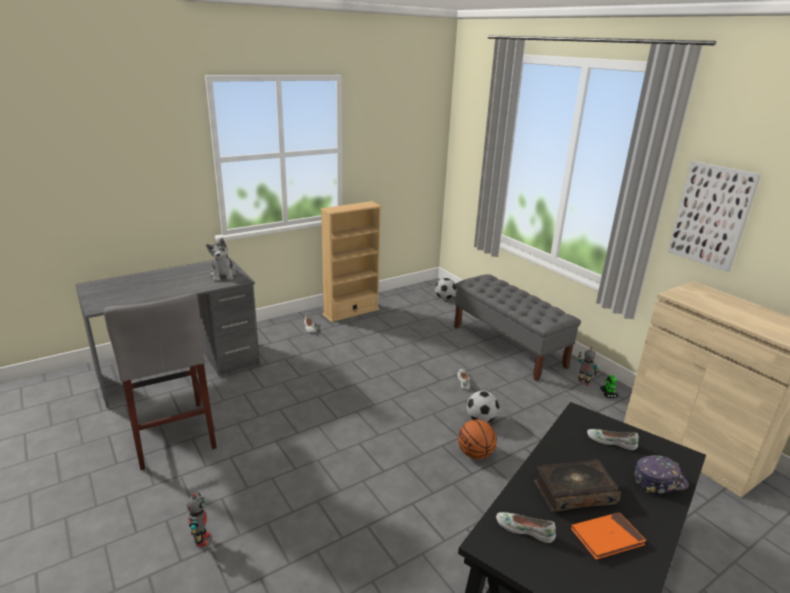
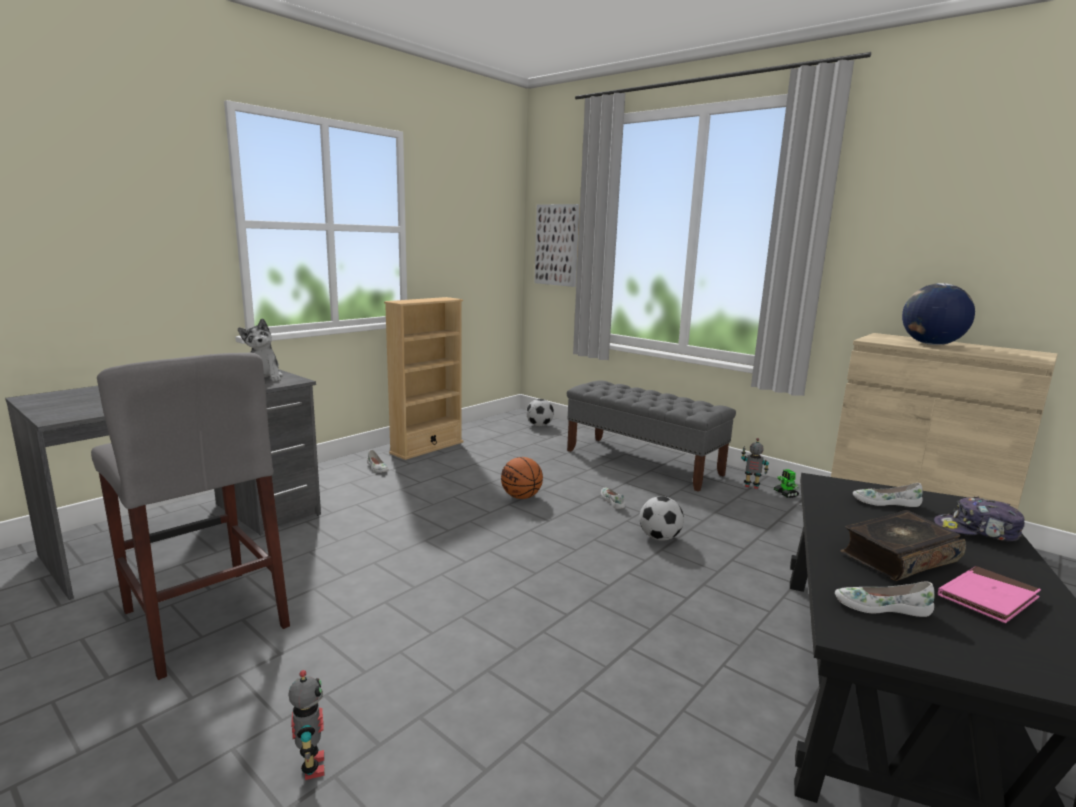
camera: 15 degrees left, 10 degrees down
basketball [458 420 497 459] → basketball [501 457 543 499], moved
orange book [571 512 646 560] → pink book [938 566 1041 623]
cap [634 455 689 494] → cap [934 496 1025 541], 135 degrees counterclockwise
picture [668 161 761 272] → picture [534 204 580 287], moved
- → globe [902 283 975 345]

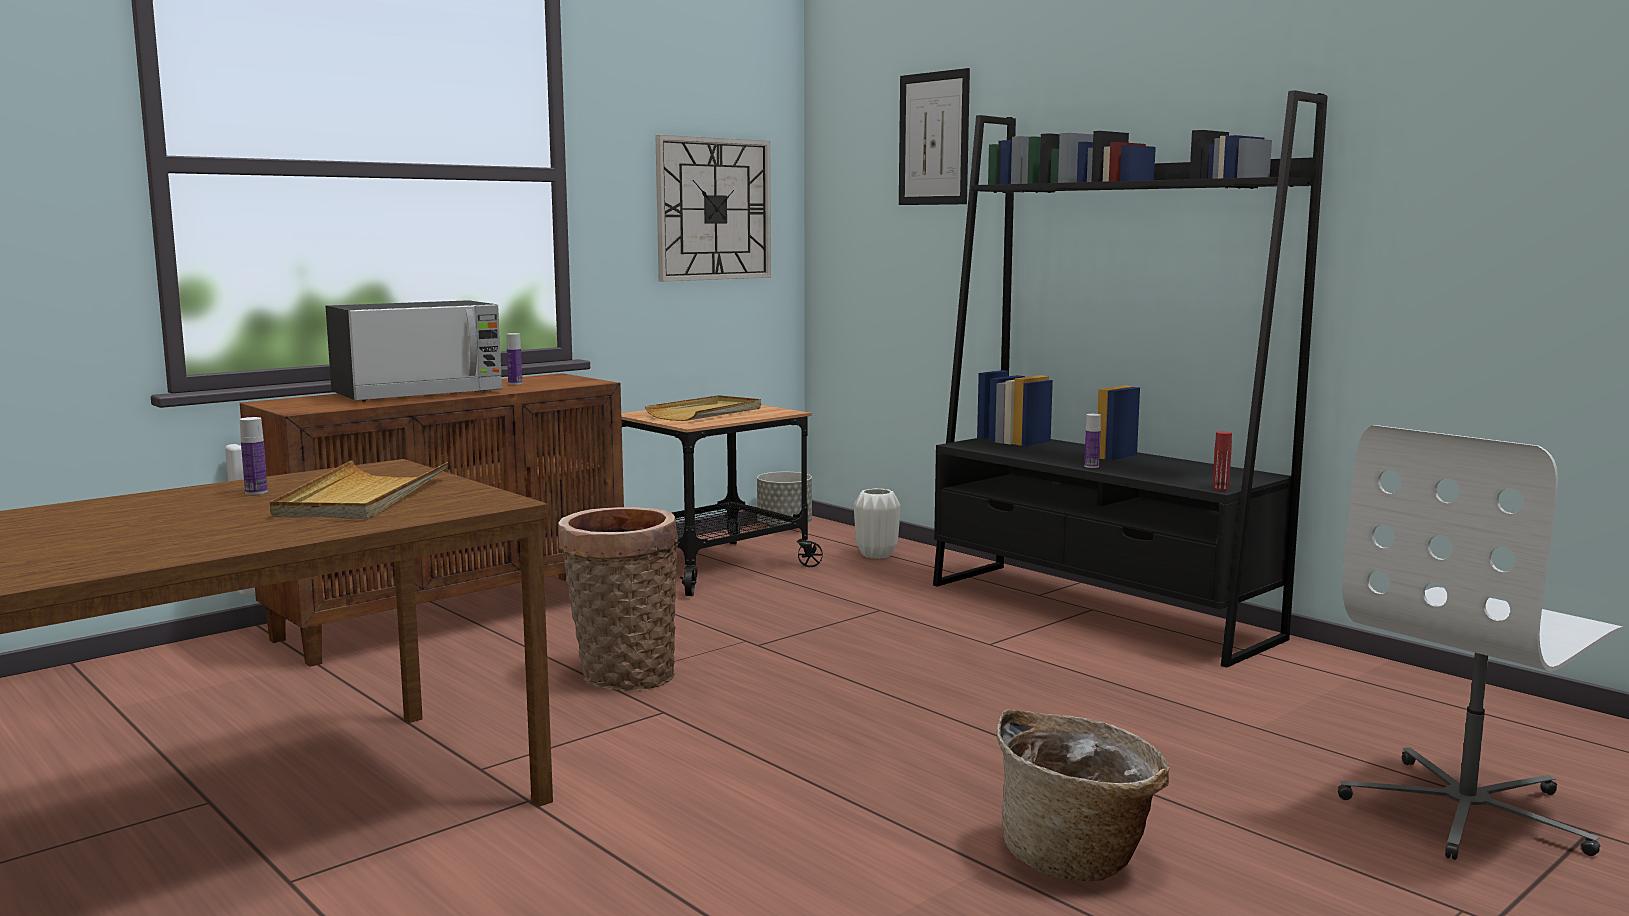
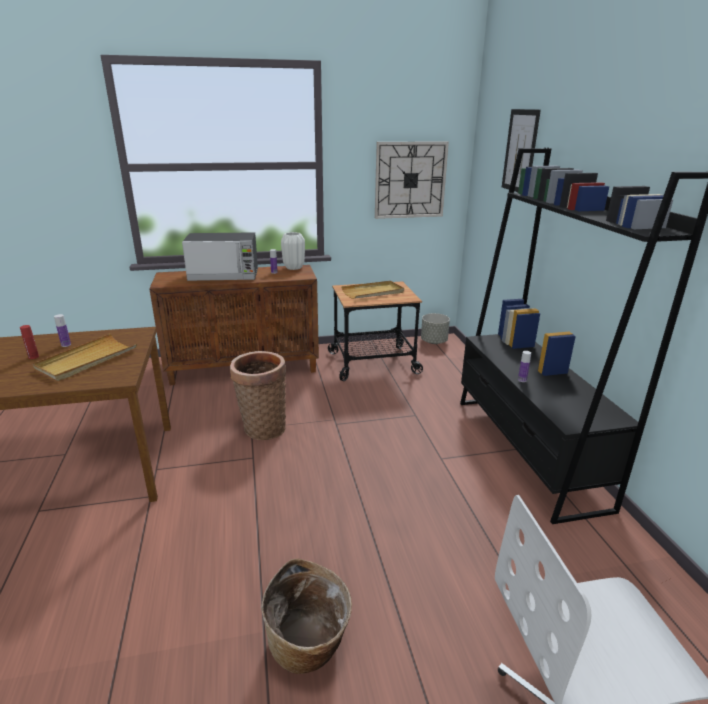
camera: 30 degrees right, 15 degrees up
white vase [854 488 900 559] → white vase [281 232 305 270], moved
red bottle [1212 431 1232 491] → red bottle [20 325 39 359], moved

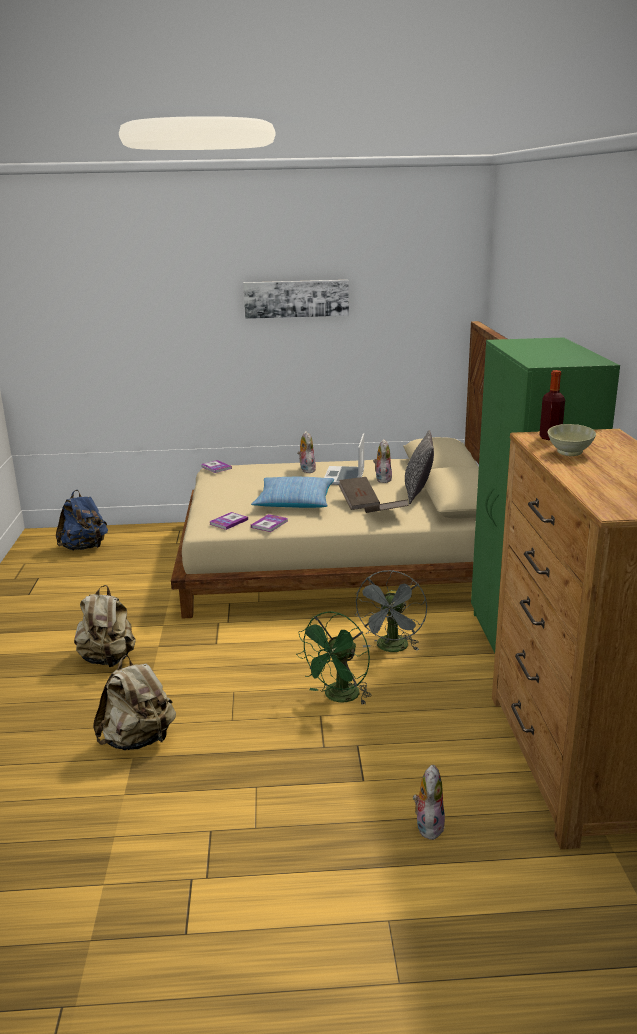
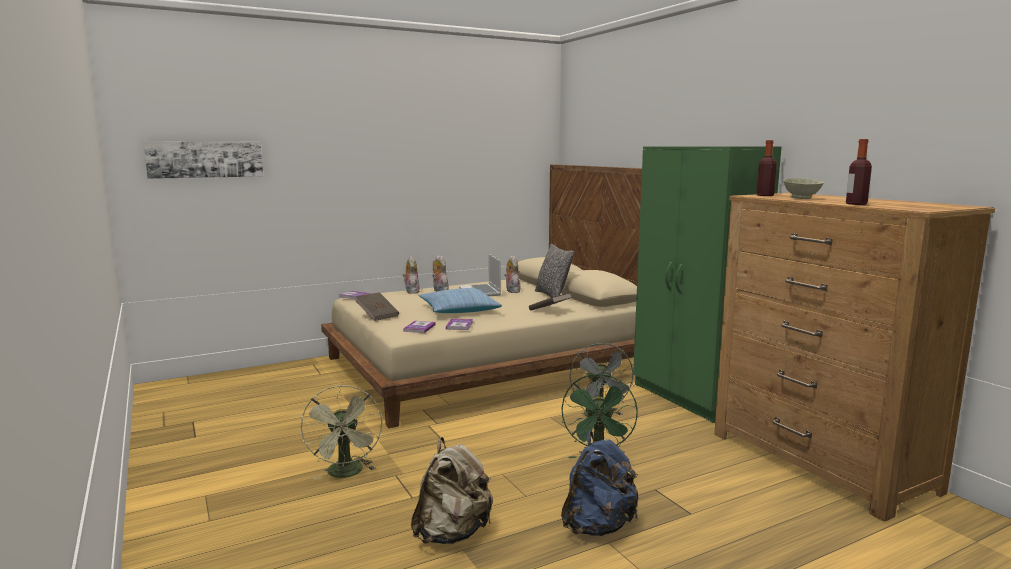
camera: 25 degrees left, 10 degrees down
blue backpack [56 490 108 550] → blue backpack [561 431 638 536], moved
beige backpack [74 585 136 667] → green fan [301 385 382 480]
picture [243 280 349 319] → picture [143 141 263 179], moved
brown book [338 477 380 510] → brown book [356 292 399 321], moved
plush toy [413 765 445 840] → plush toy [403 256 420 294], moved
- → bottle [846 139 872 205]

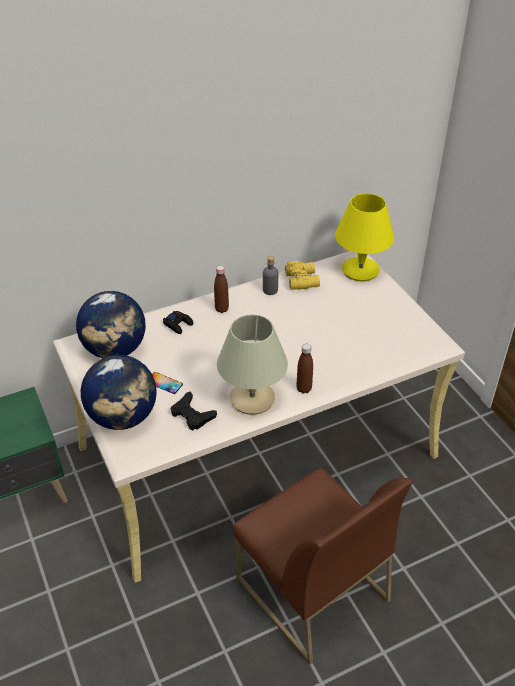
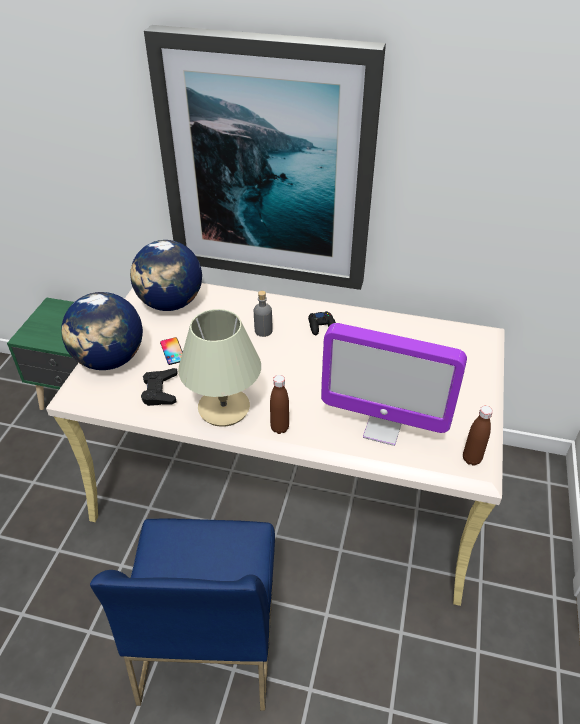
camera: 40 degrees right, 0 degrees up
black game controller [163 311 193 334] → black game controller [308 311 336 335], moved
brown bottle [214 265 229 313] → brown bottle [463 406 493 466], moved
brown chair [233 468 413 665] → blue chair [90 519 275 711]
grey bottle [263 256 278 295] → grey bottle [254 291 273 337], moved
yellow binoculars [285 261 320 290] → -
yellow table lamp [335 193 394 282] → -
- → picture [144 25 386 290]
- → monitor [321 323 467 446]

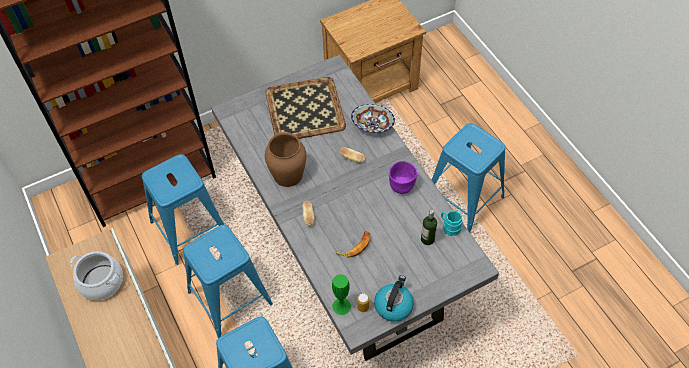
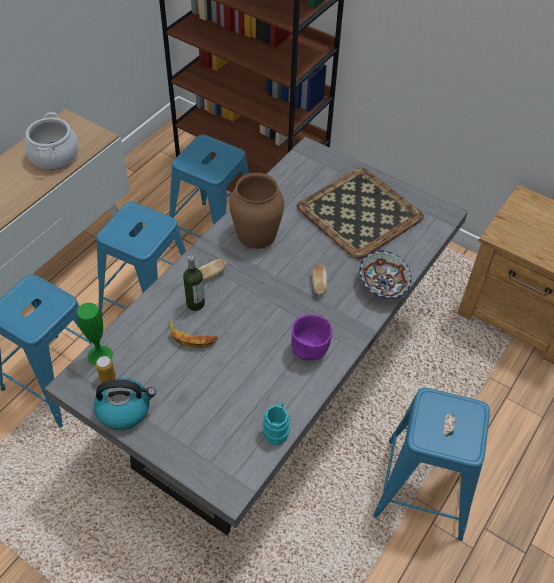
camera: 60 degrees right, 5 degrees down
bottle [421 210 437 245] → bottle [183 255 205 311], moved

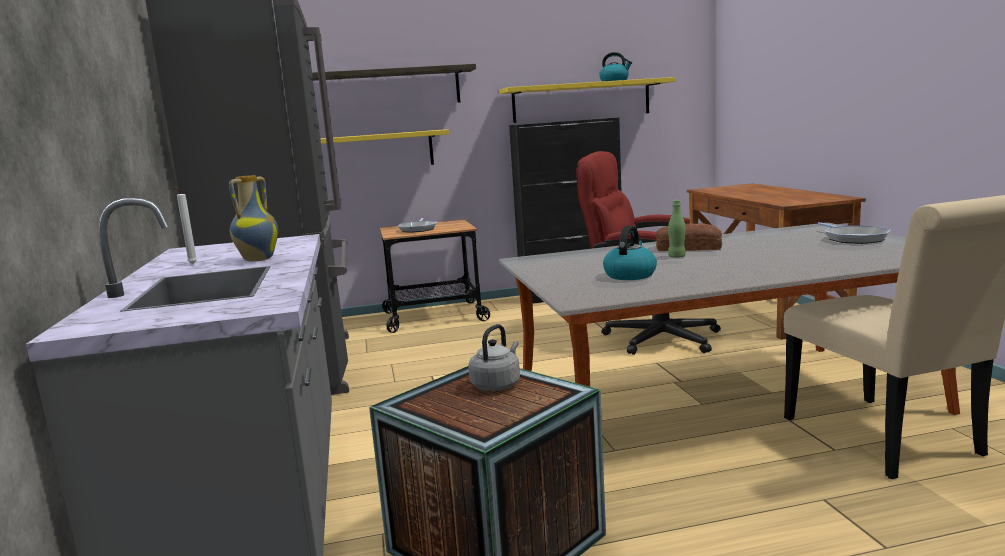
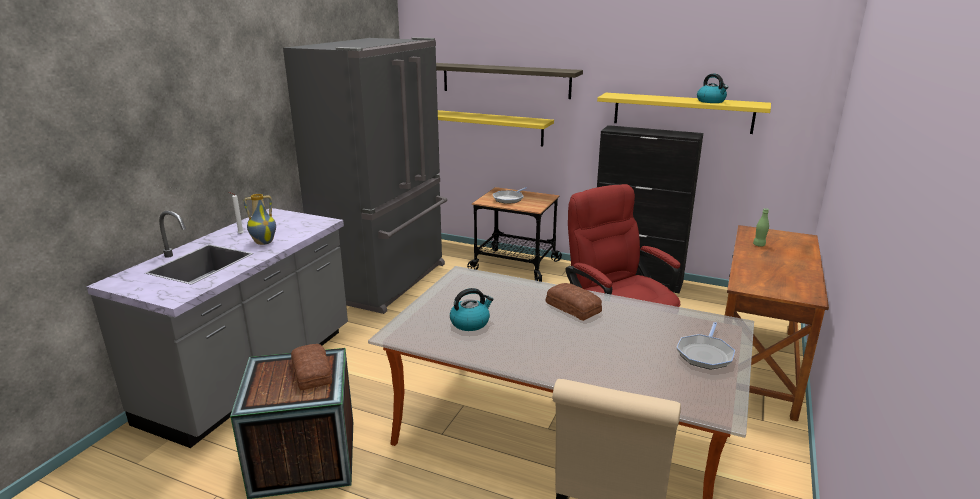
camera: 35 degrees right, 10 degrees up
grey kettle [468 324 520 391] → bread [291 344 332 390]
green bottle [668 200 686 258] → green bottle [753 208 769 247], moved

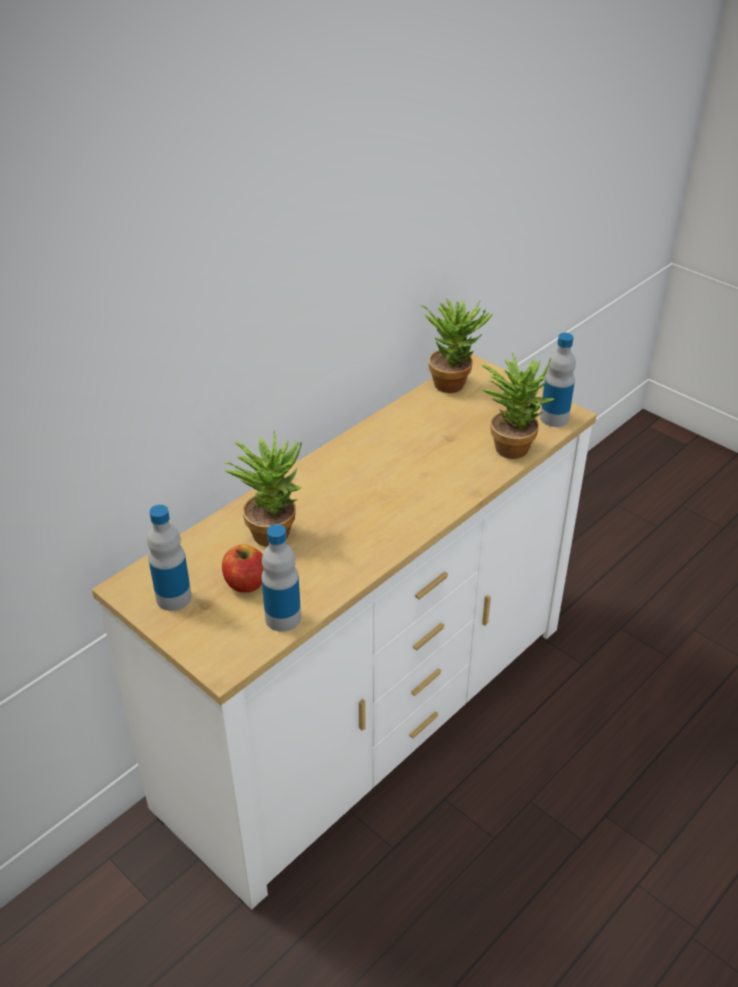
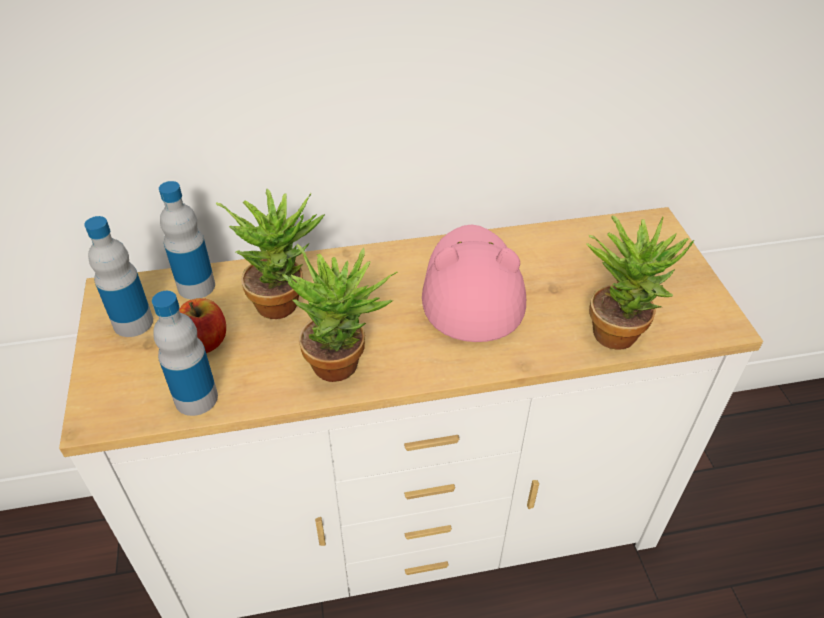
camera: 35 degrees right, 5 degrees up
potted plant [420 299 492 393] → potted plant [282 244 397 382], moved
bottle [540 333 576 427] → bottle [159 181 215 299], moved
- → pink hat [422 224 526 342]

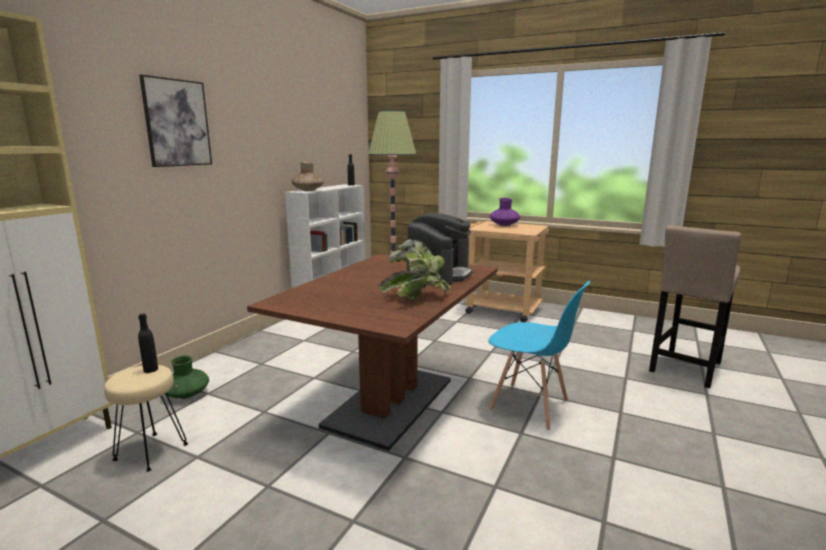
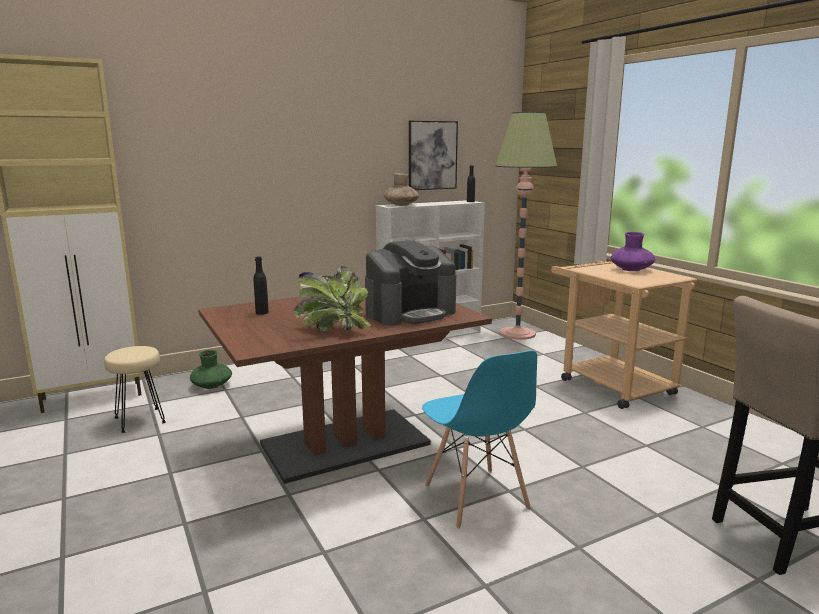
camera: 35 degrees right, 0 degrees up
black bottle [138 314 158 373] → black bottle [253 256 269 315], moved
picture [139 75 212 167] → picture [409 121 458 190], moved

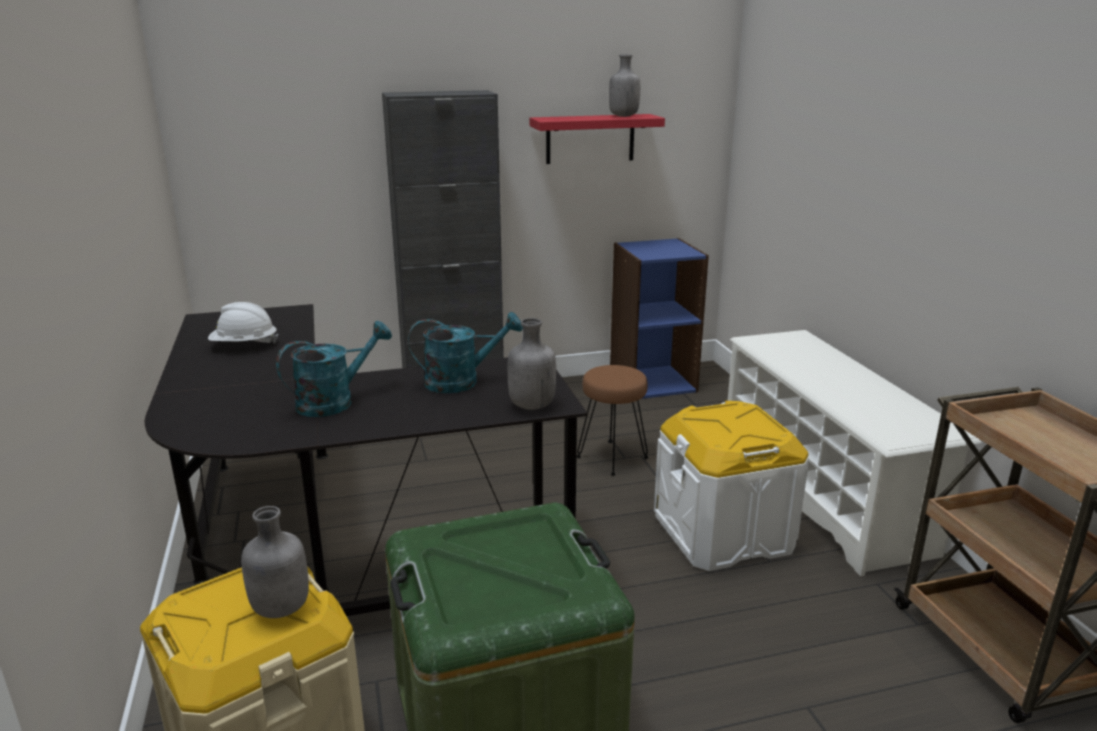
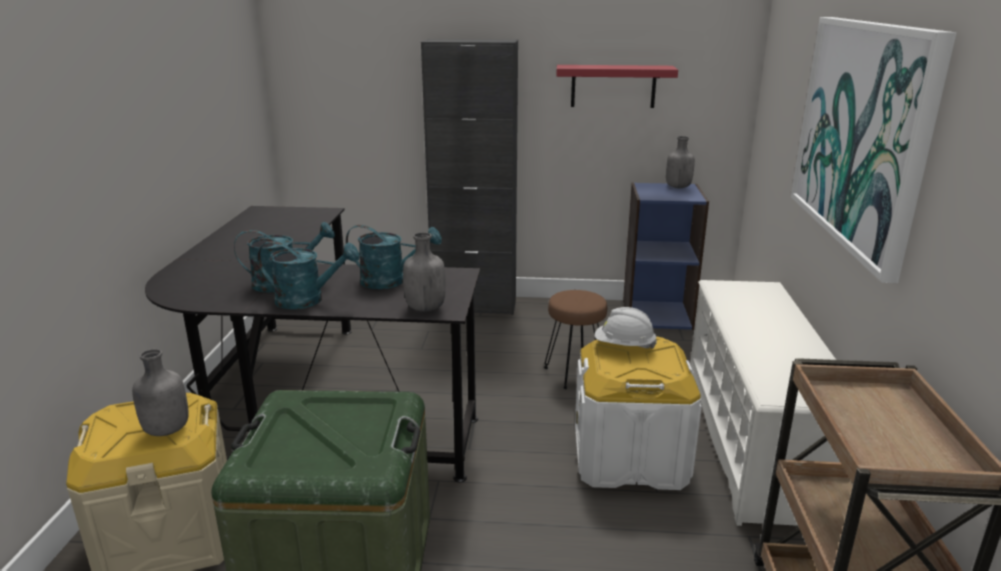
camera: 20 degrees right, 0 degrees up
white hard hat [208 302 278 344] → white hard hat [595 307 657 349], moved
grey bottle [609 55 640 117] → grey bottle [666 136 695 188], moved
- → turquoise watering can [257 241 359 309]
- → picture [791 17 956 283]

